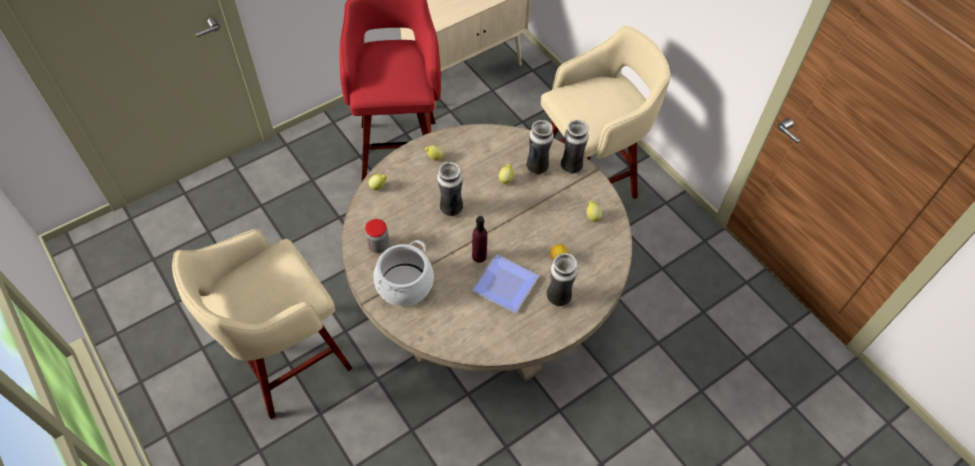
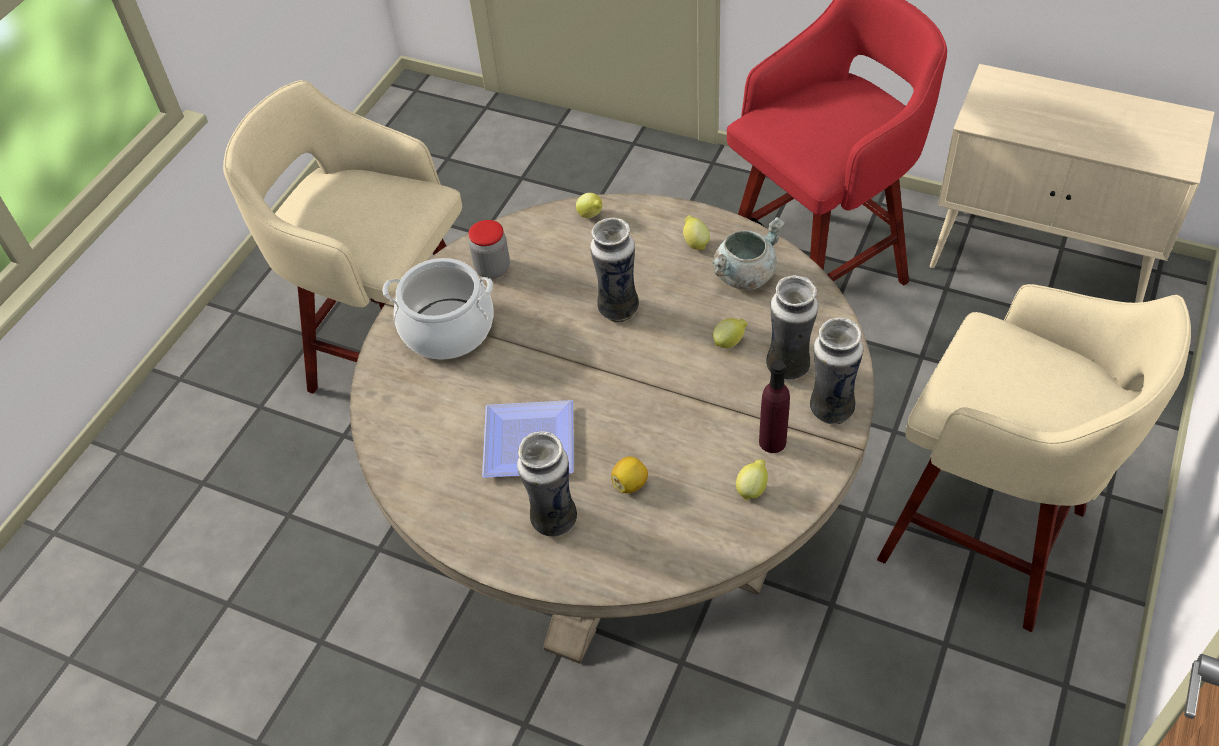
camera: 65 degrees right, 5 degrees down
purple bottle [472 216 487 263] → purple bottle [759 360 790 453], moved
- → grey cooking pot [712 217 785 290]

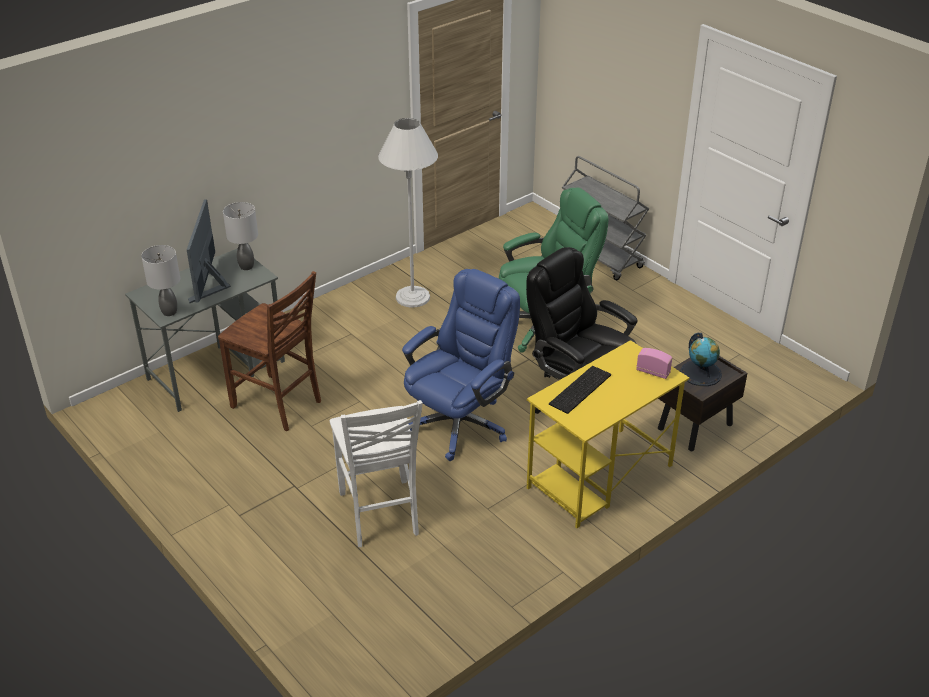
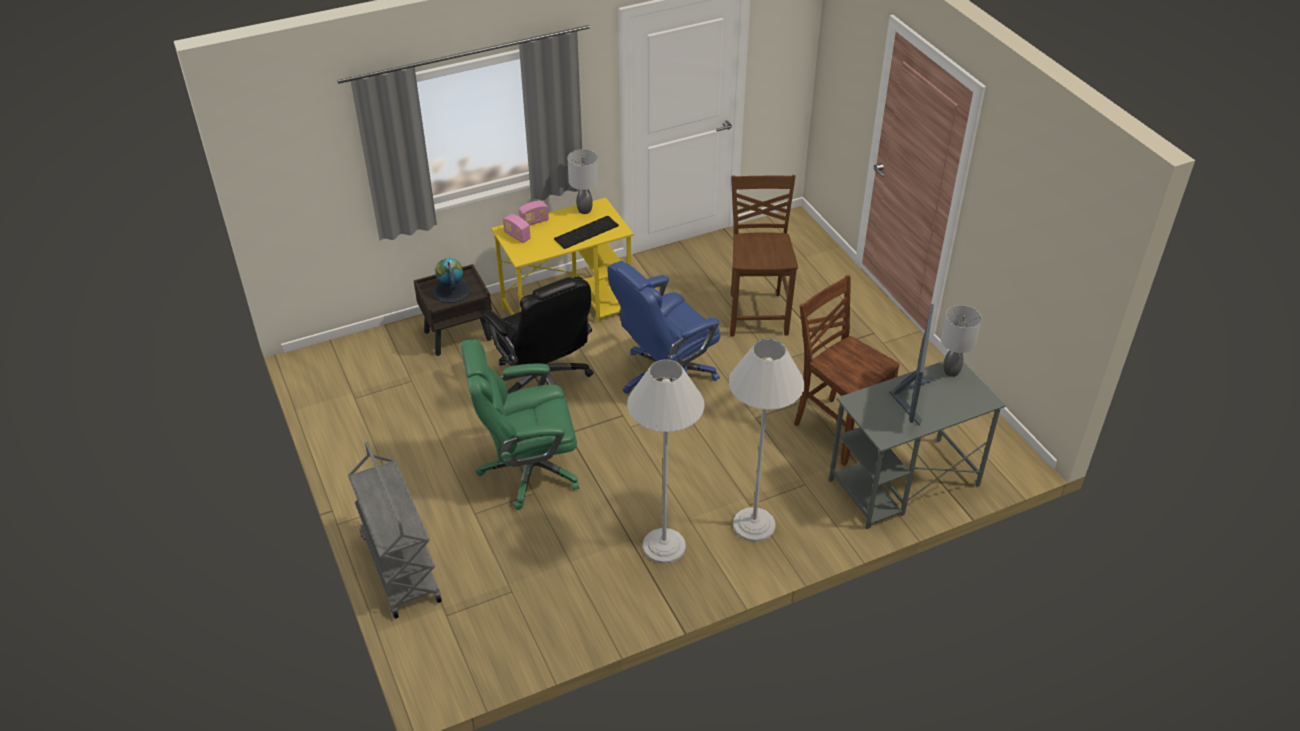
camera: 165 degrees left, 5 degrees up
grey table lamp [223 202 258 270] → grey table lamp [568 149 599 214], moved
white chair [330 400 423 547] → brown chair [730 175 798 336]
- → radio [519 201 549 225]
- → white floor lamp [728 338 805 542]

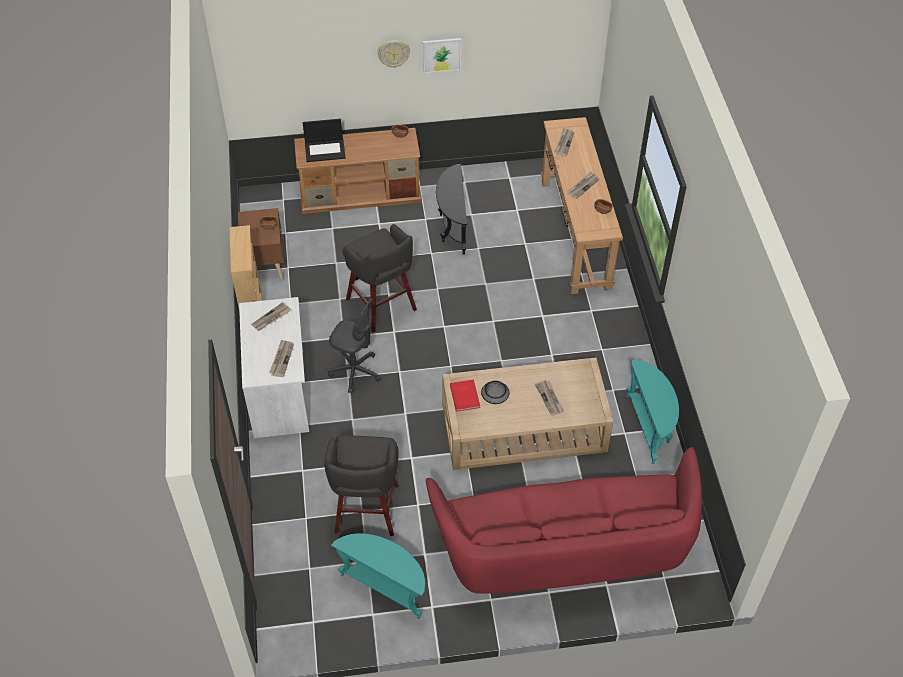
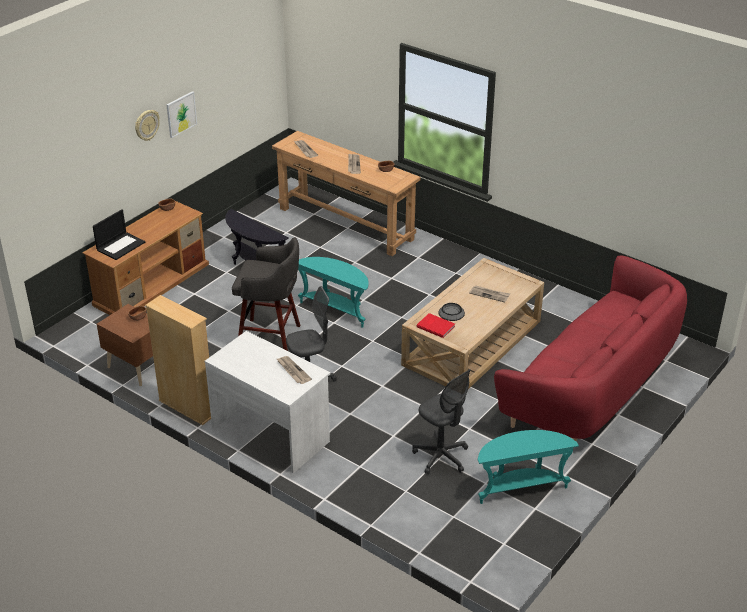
camera: 45 degrees left, 15 degrees down
newspaper [251 302 291 331] → -
grey stool [324 435 399 536] → grey office chair [412 369 470 474]
turquoise side table [627 359 679 464] → turquoise side table [298 257 369 328], moved

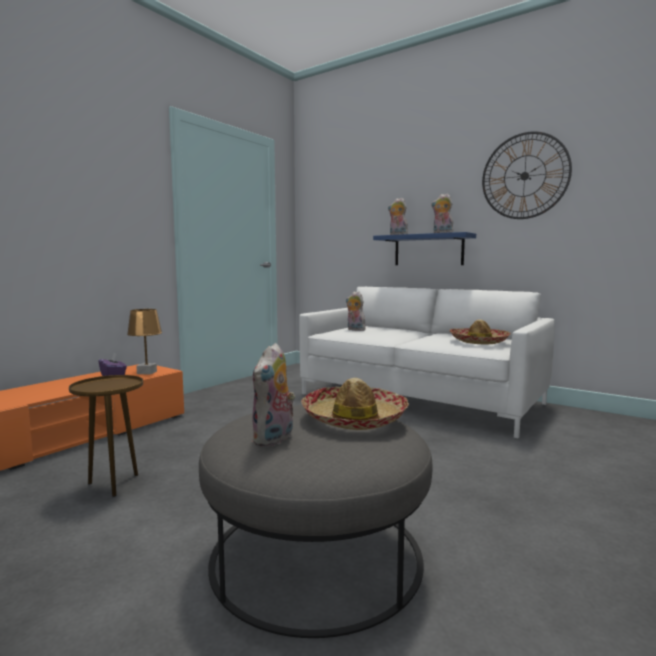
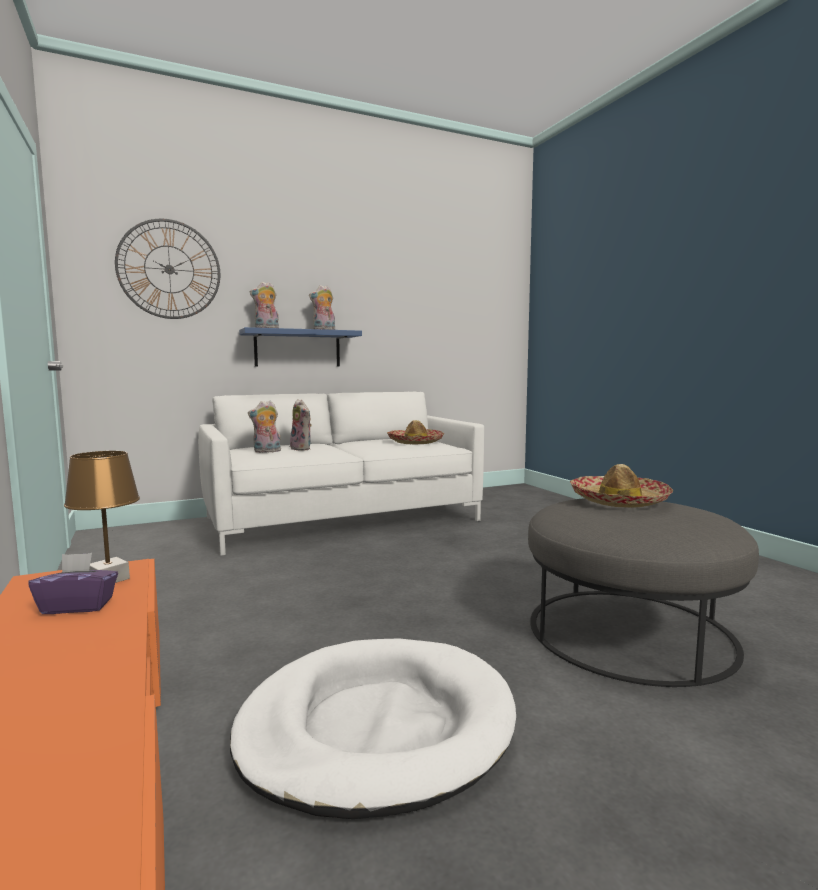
camera: 60 degrees left, 0 degrees up
brown side table [69 375 143 497] → white dog bed [230 638 516 819]
plush toy [252 343 295 447] → plush toy [290 399 312 451], moved
wall clock [482 131 572 219] → wall clock [115 219 220 319], moved

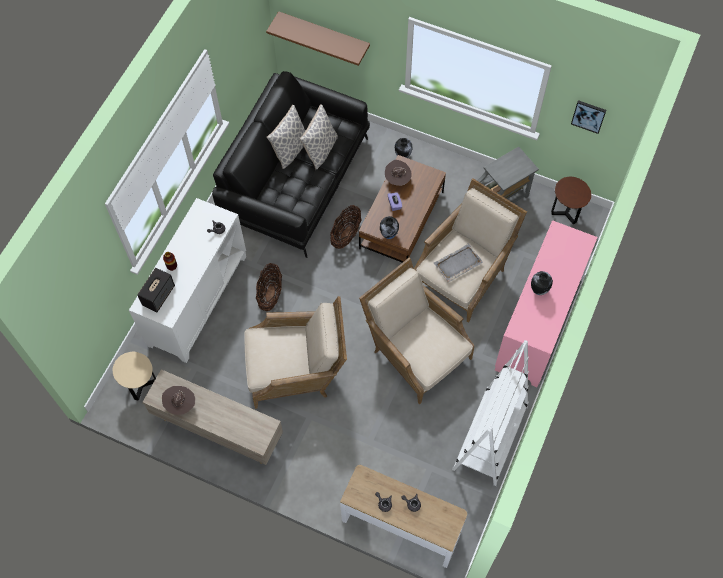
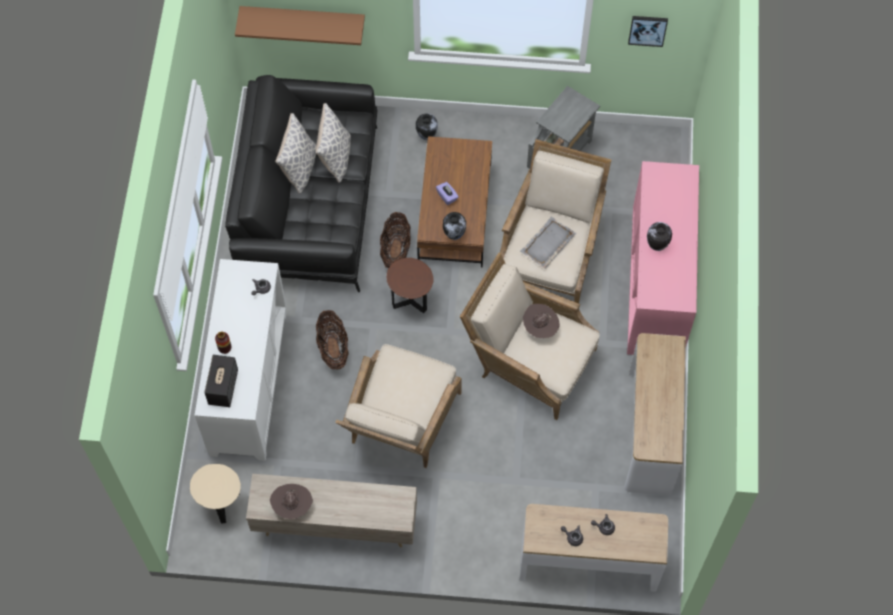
camera: 20 degrees left, 0 degrees up
beige armchair [244 296 347 409] → beige armchair [335 344 461 468], 135 degrees clockwise
brown hat [385 160 412 186] → brown hat [523 304 560 338], moved
white bookcase [452 340 529 486] → console table [624 333 686 495]
brown side table [551 177 591 225] → brown side table [387 258 434 313], moved

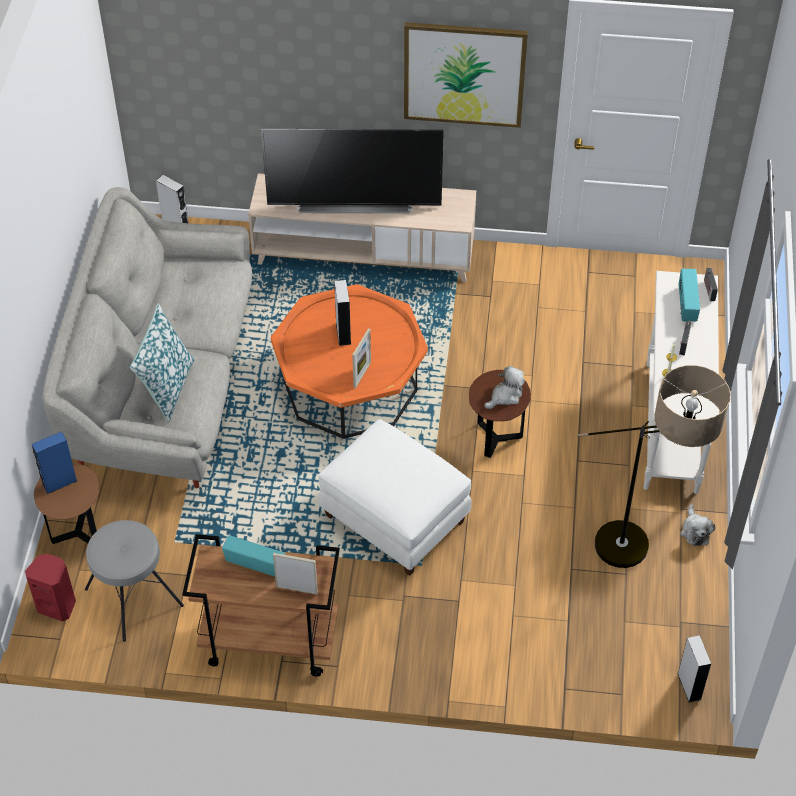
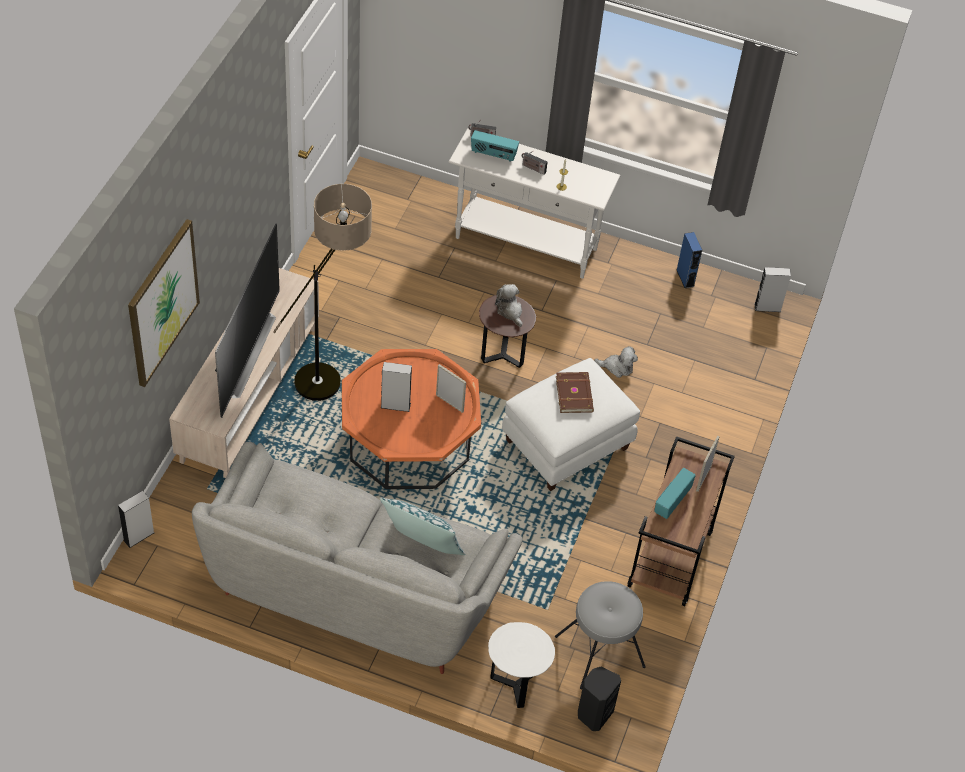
camera: 80 degrees left, 0 degrees up
red speaker [25 554 76 622] → black speaker [578 667 621 731]
blue speaker [32 431 77 494] → blue speaker [677 232 702 288], moved
brown side table [34 463 99 544] → white side table [488 622 555 708]
picture [404 22 528 128] → picture [128 219 200 387], moved
floor lamp [577 365 731 568] → floor lamp [273 184 372 401], moved
plush toy [681 504 715 546] → plush toy [594 346 638 378], moved
- → brown book [556 372 594 413]

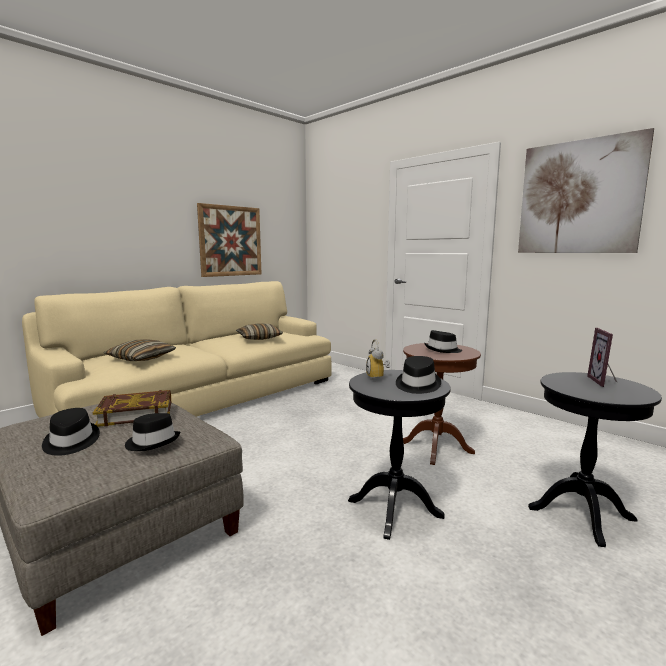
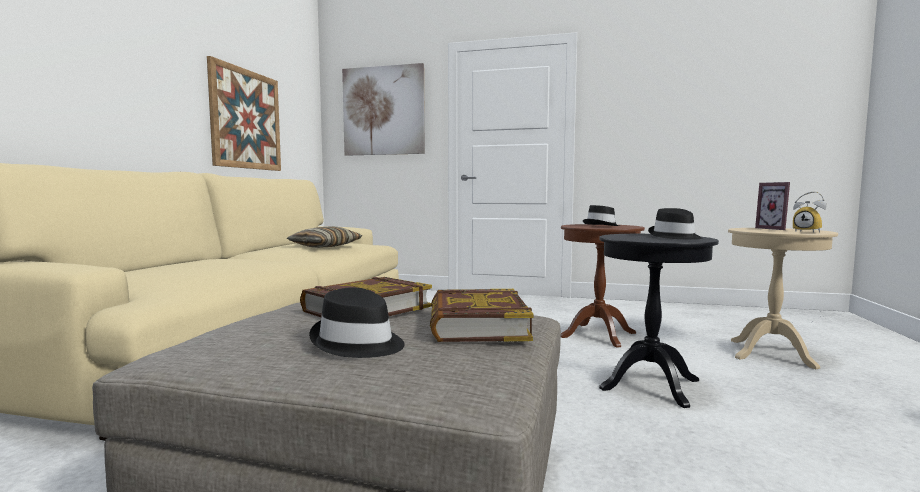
camera: 30 degrees left, 5 degrees down
pillow [103 339 176 361] → -
black hat [125 413 181 451] → book [430 289 534 342]
alarm clock [366 339 390 381] → alarm clock [793 191 827 233], moved
picture [518 128 654 253] → picture [342 63 425 156], moved
black side table [528 372 662 547] → beige side table [728 228 838 369]

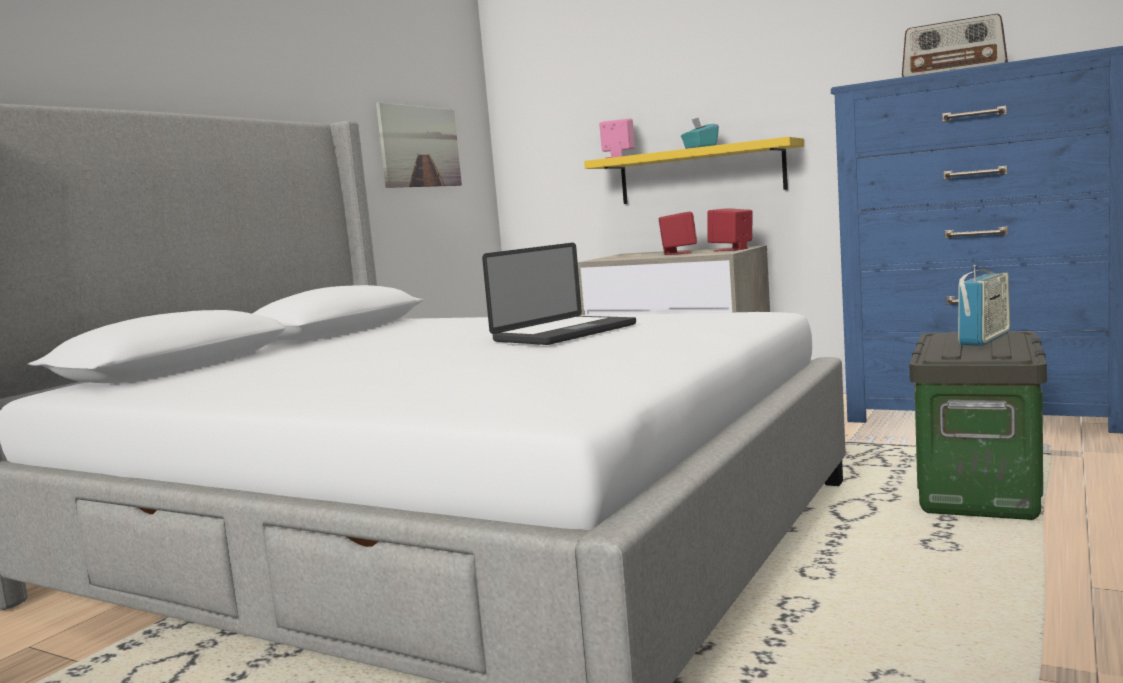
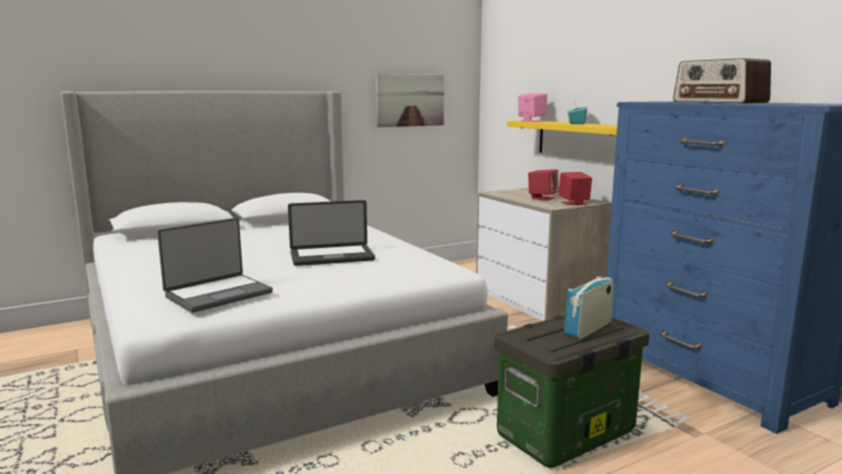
camera: 30 degrees right, 5 degrees up
radio [958 265 1010 346] → radio [564 269 613 339], 150 degrees clockwise
- → laptop [157 218 273 313]

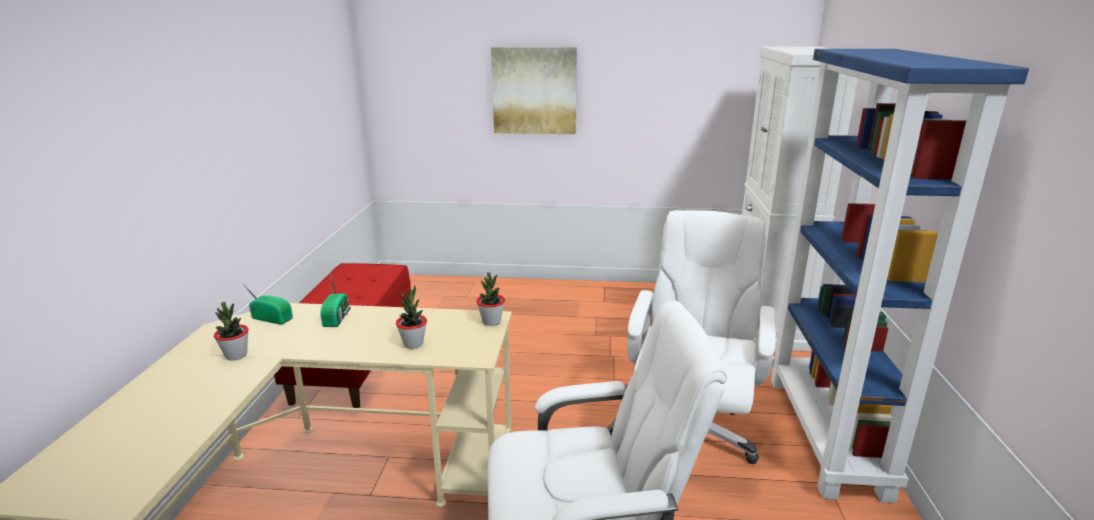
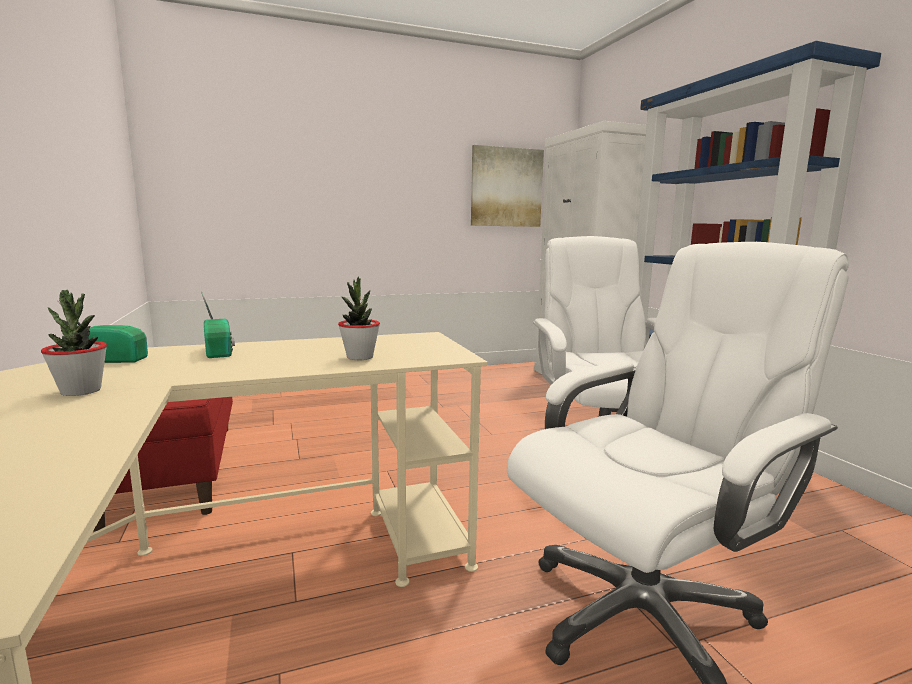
camera: 25 degrees left, 10 degrees down
potted plant [476 272 505 326] → -
picture [491 47 577 134] → picture [471 145 544 227], moved

